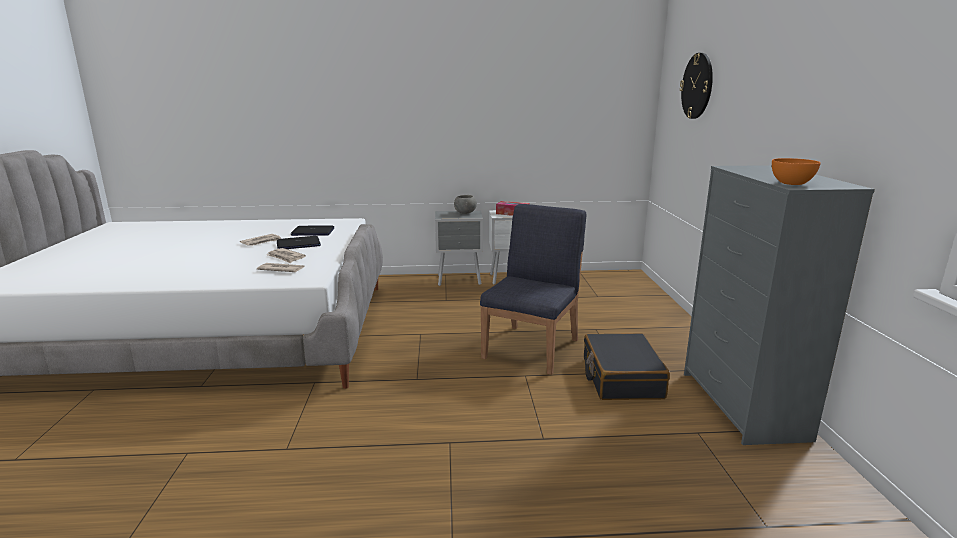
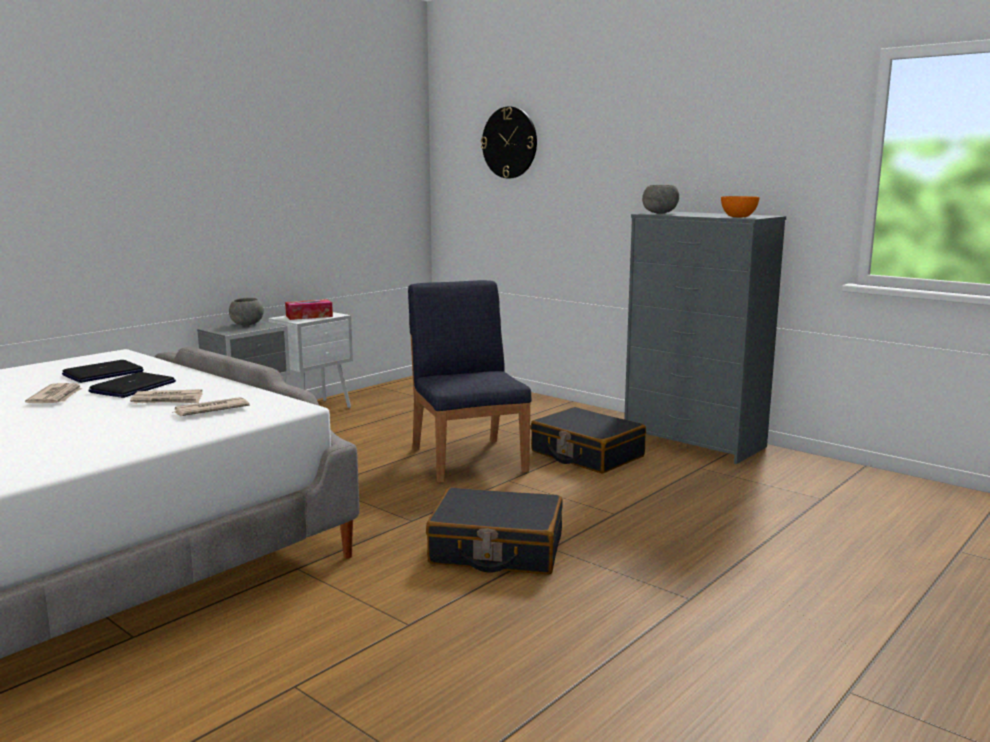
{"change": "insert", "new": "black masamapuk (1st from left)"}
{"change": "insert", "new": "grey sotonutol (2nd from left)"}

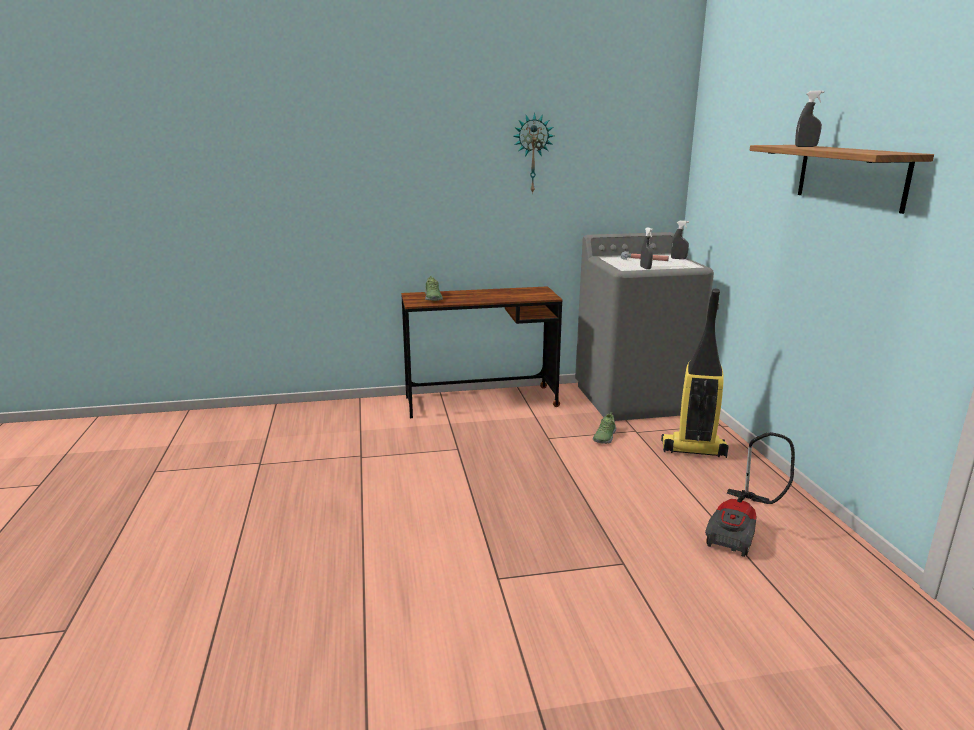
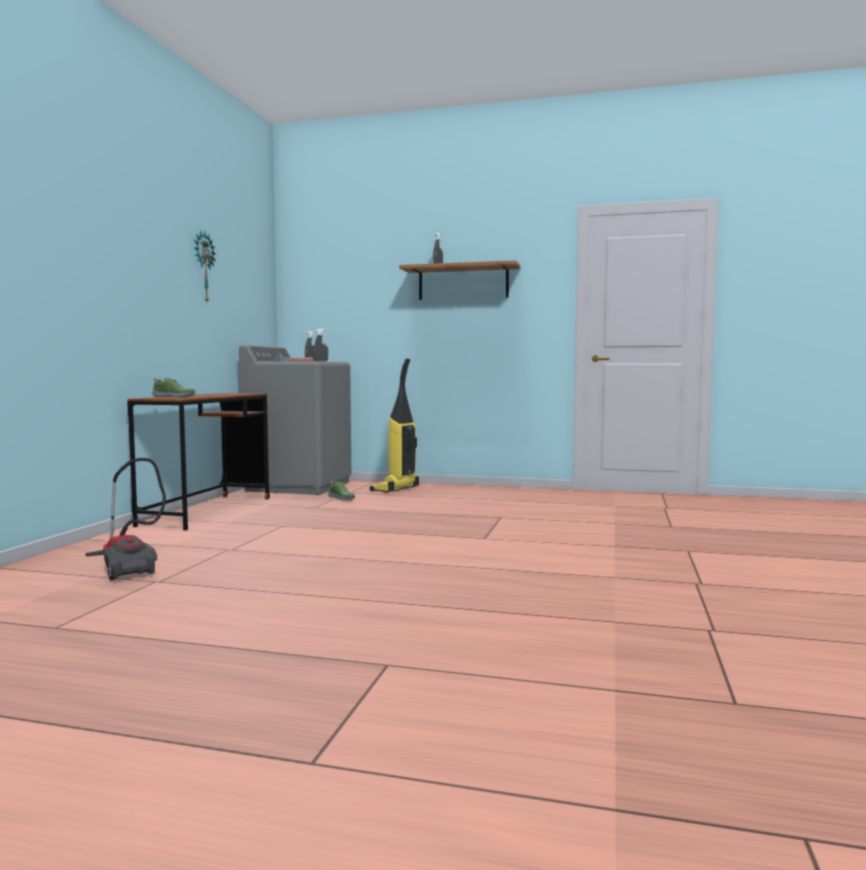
{"change": "move", "old": "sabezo (2nd from left in the first image)", "new": "sabezo (1st from left)"}

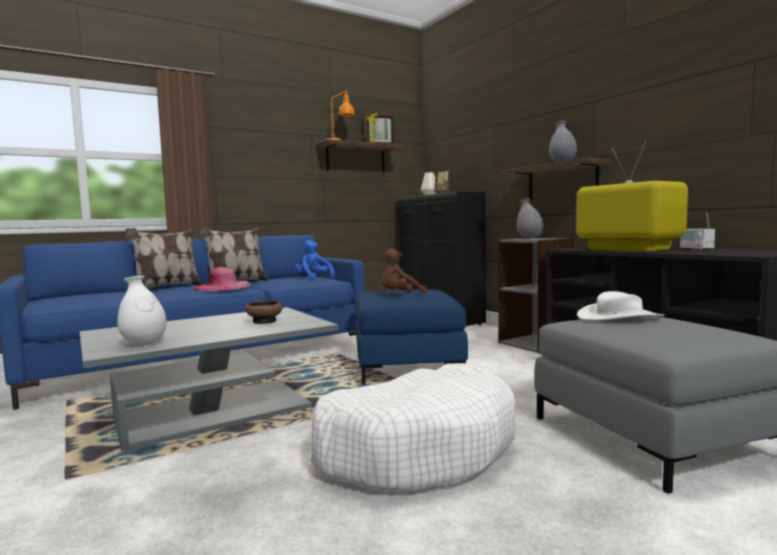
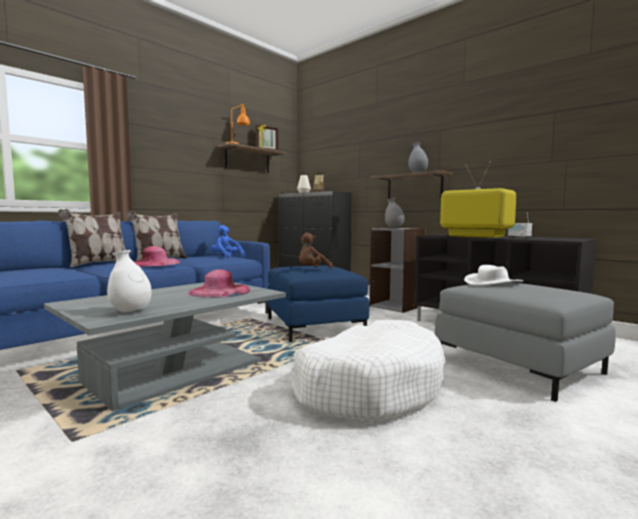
{"change": "replace", "old": "sotonutol", "new": "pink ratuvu (2nd from left)"}

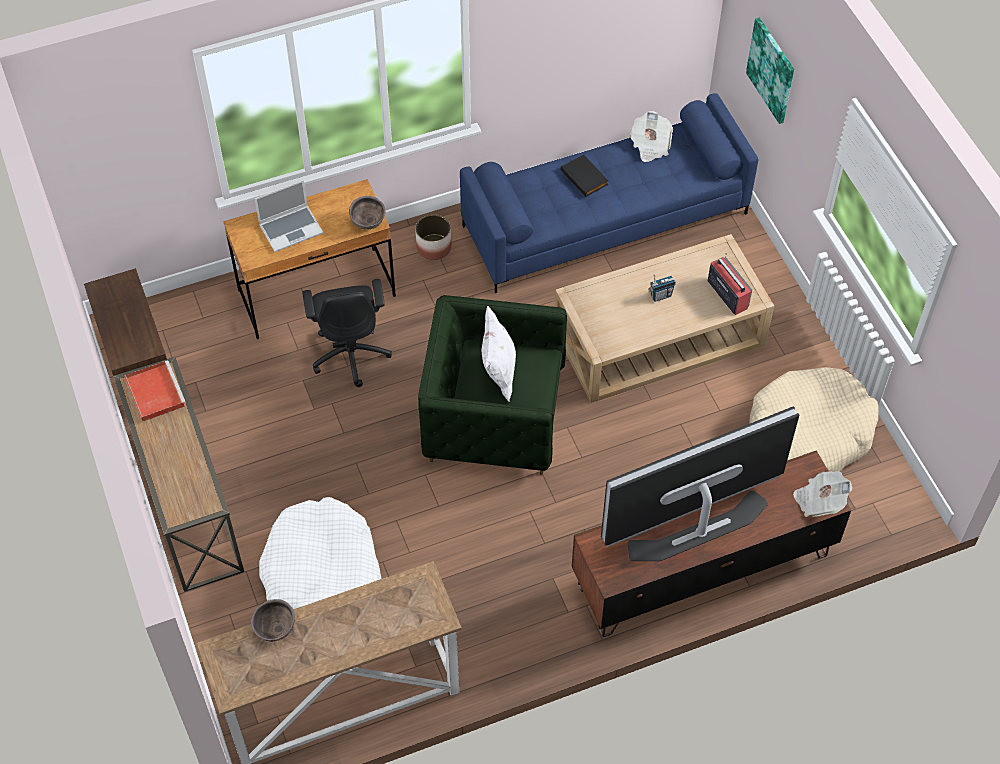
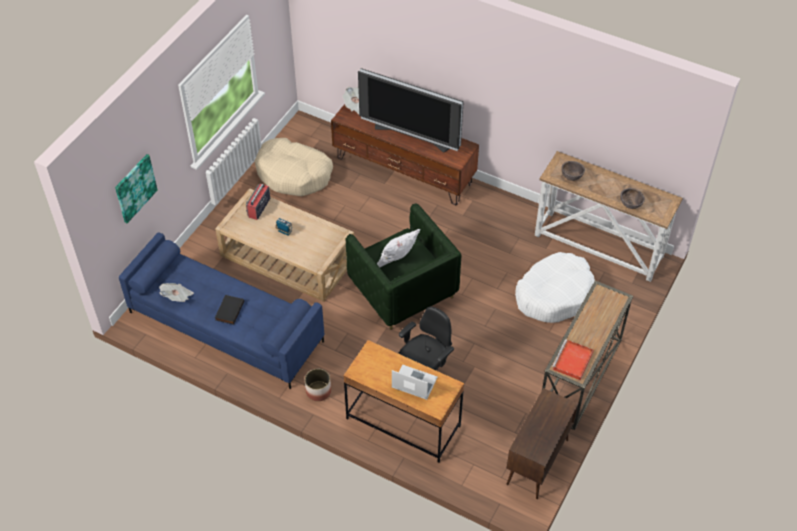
{"change": "move", "old": "brown sotonutol (2nd from left in the first image)", "new": "brown sotonutol (1st from left)"}

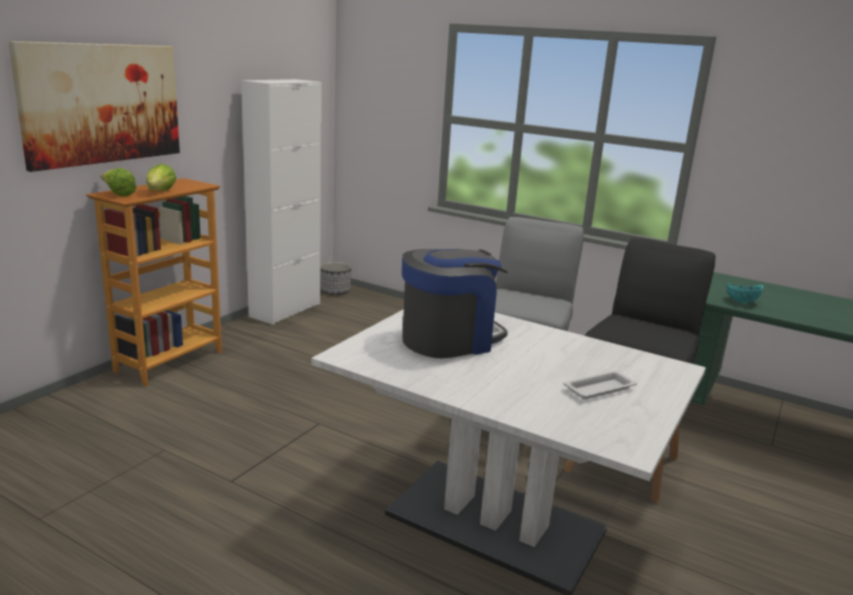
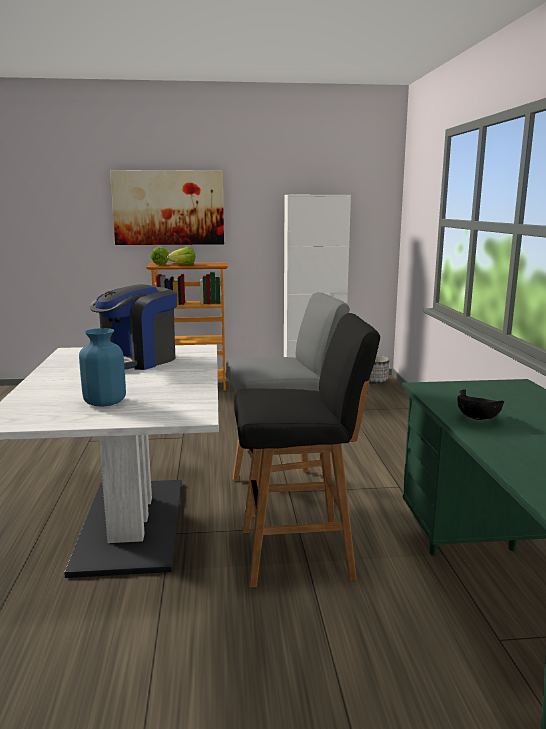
{"change": "replace", "old": "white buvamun", "new": "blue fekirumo"}
{"change": "rotate", "old": "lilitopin", "degrees": 105}
{"change": "recolor", "old": "turquoise sotonutol", "new": "black sotonutol"}

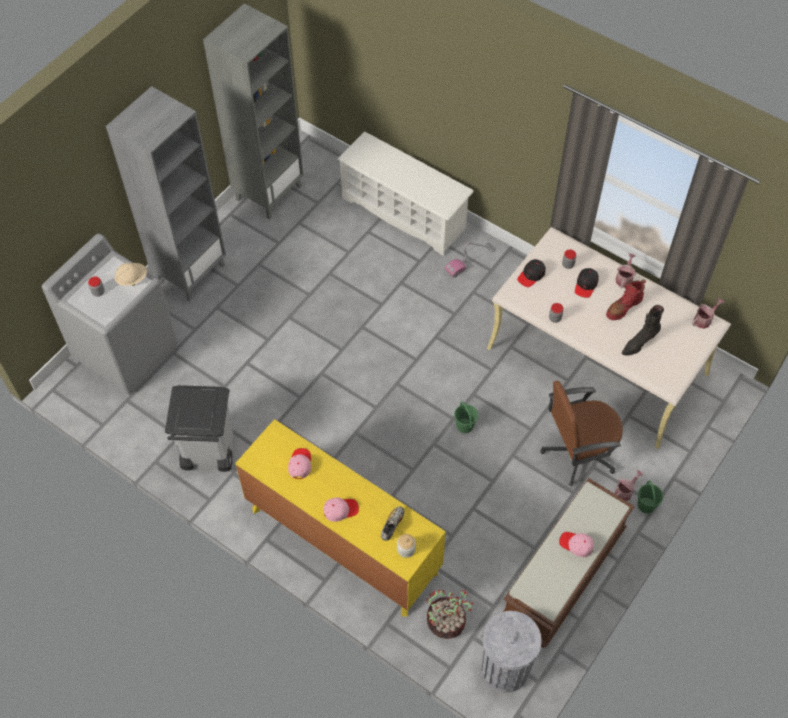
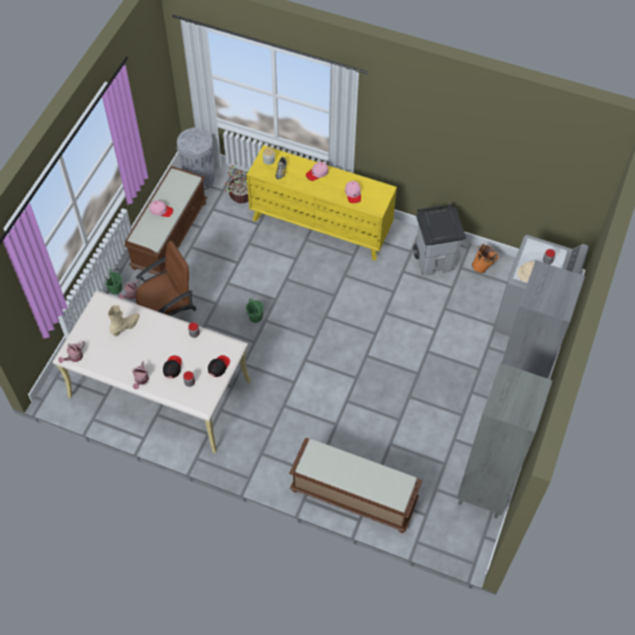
{"change": "recolor", "old": "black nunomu", "new": "beige nunomu"}
{"change": "replace", "old": "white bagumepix", "new": "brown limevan (2nd from left)"}
{"change": "insert", "new": "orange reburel"}
{"change": "delete", "old": "sabezo"}
{"change": "delete", "old": "red nunomu"}

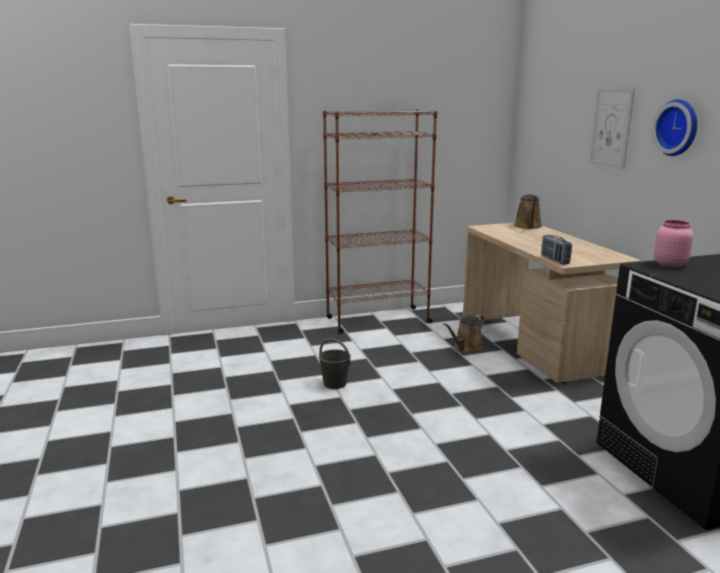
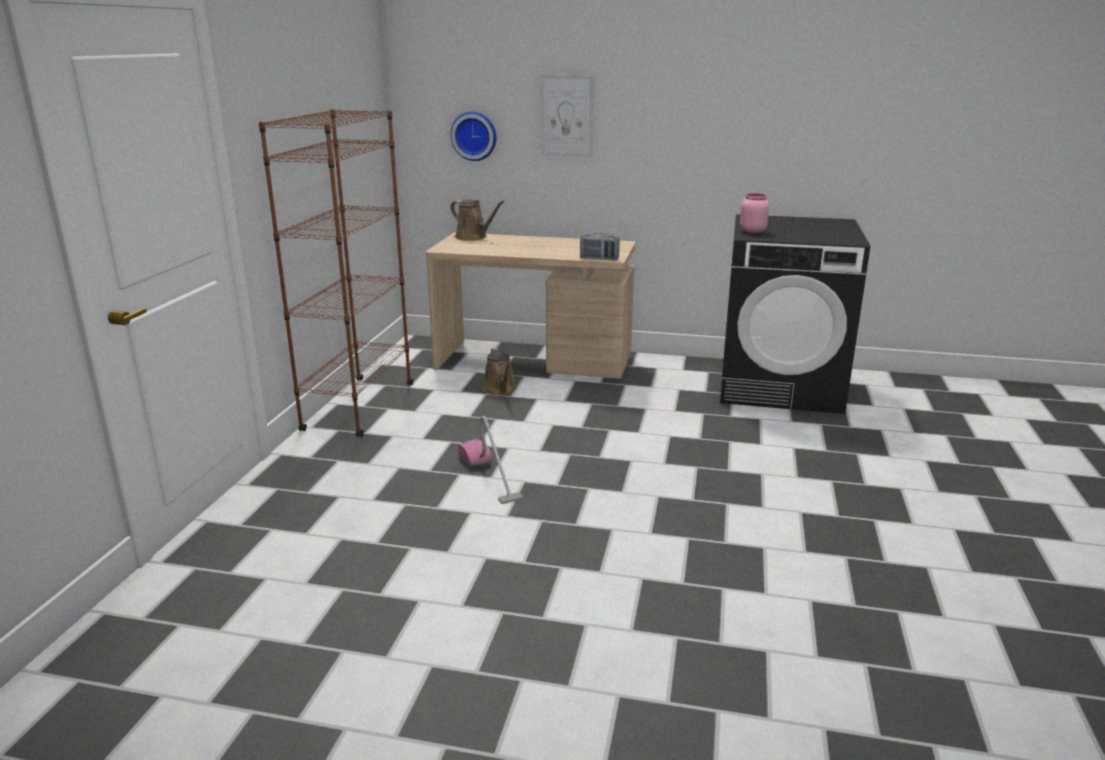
{"change": "move", "old": "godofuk"}
{"change": "replace", "old": "grey reburel", "new": "sabezo"}

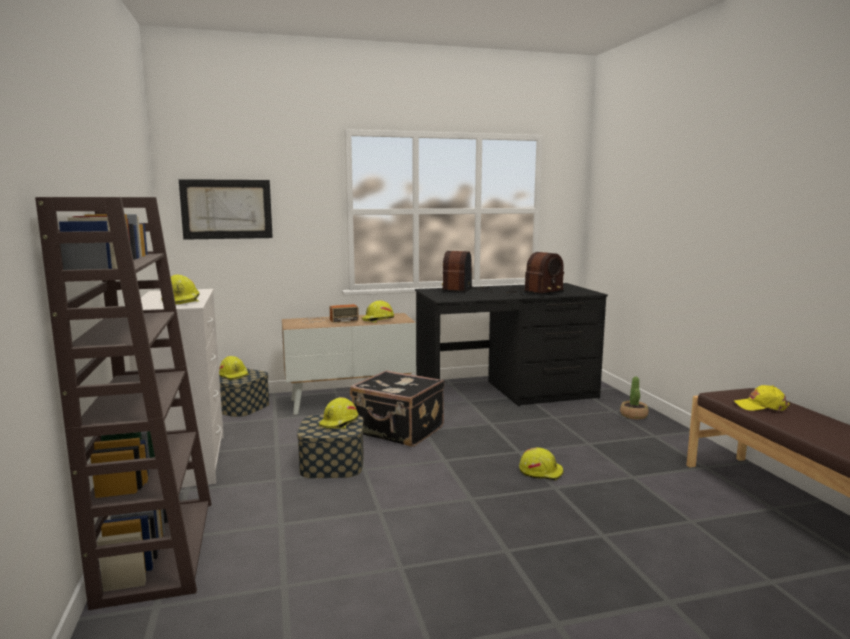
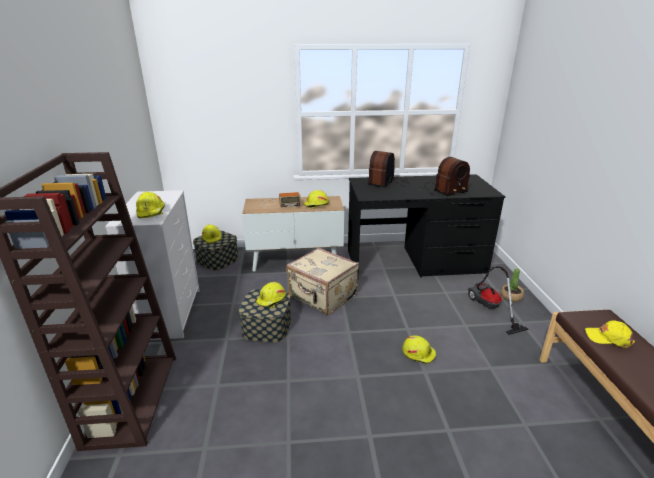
{"change": "recolor", "old": "black masamapuk", "new": "beige masamapuk"}
{"change": "insert", "new": "sabezo"}
{"change": "delete", "old": "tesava"}

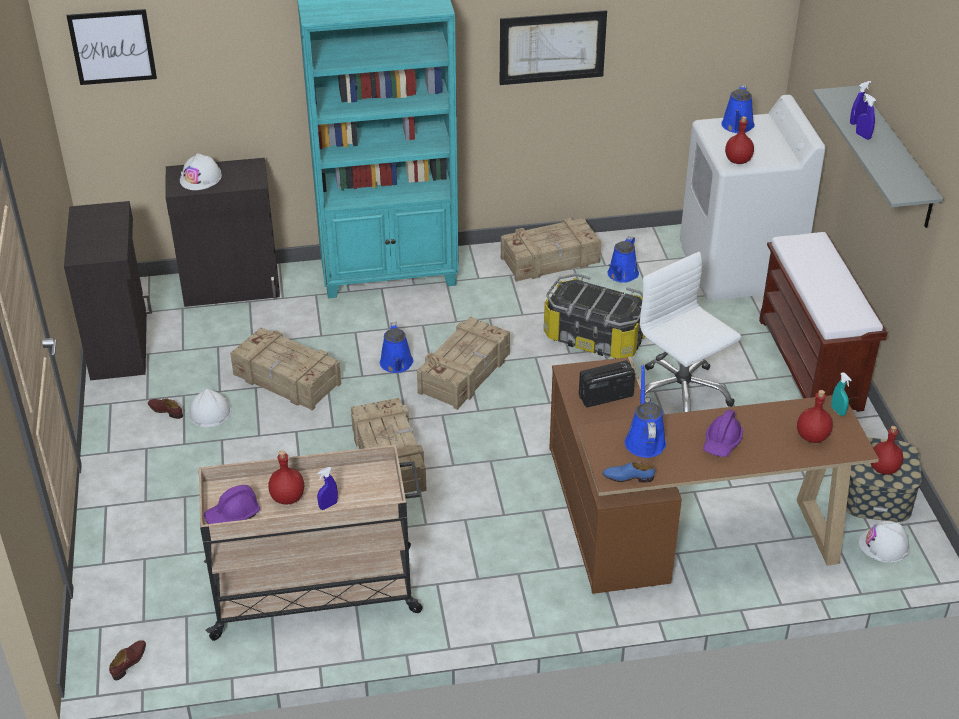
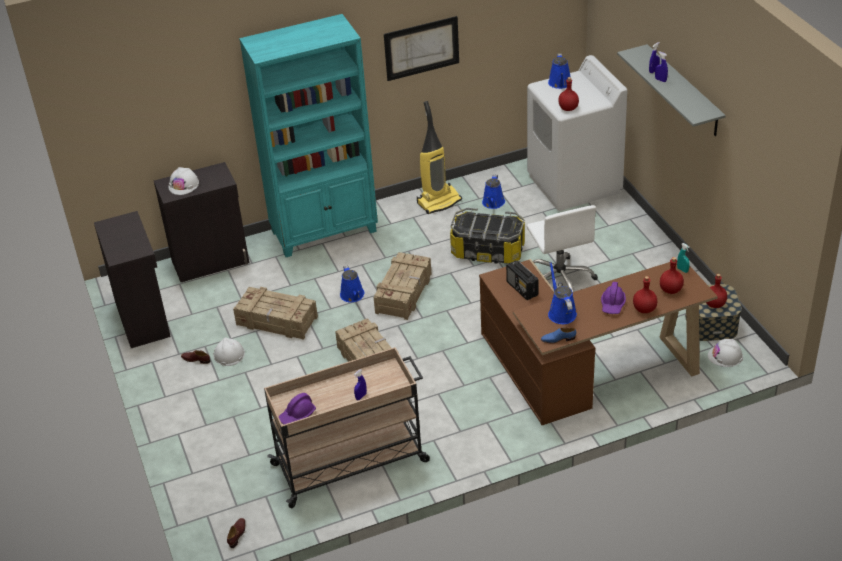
{"change": "replace", "old": "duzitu (4th from left)", "new": "sabezo"}
{"change": "rotate", "old": "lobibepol", "degrees": -90}
{"change": "rotate", "old": "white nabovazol", "degrees": -150}
{"change": "move", "old": "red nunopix (1st from left in the first image)", "new": "red nunopix (2nd from left)"}
{"change": "delete", "old": "tesava (1st from left)"}
{"change": "delete", "old": "brown limevan"}

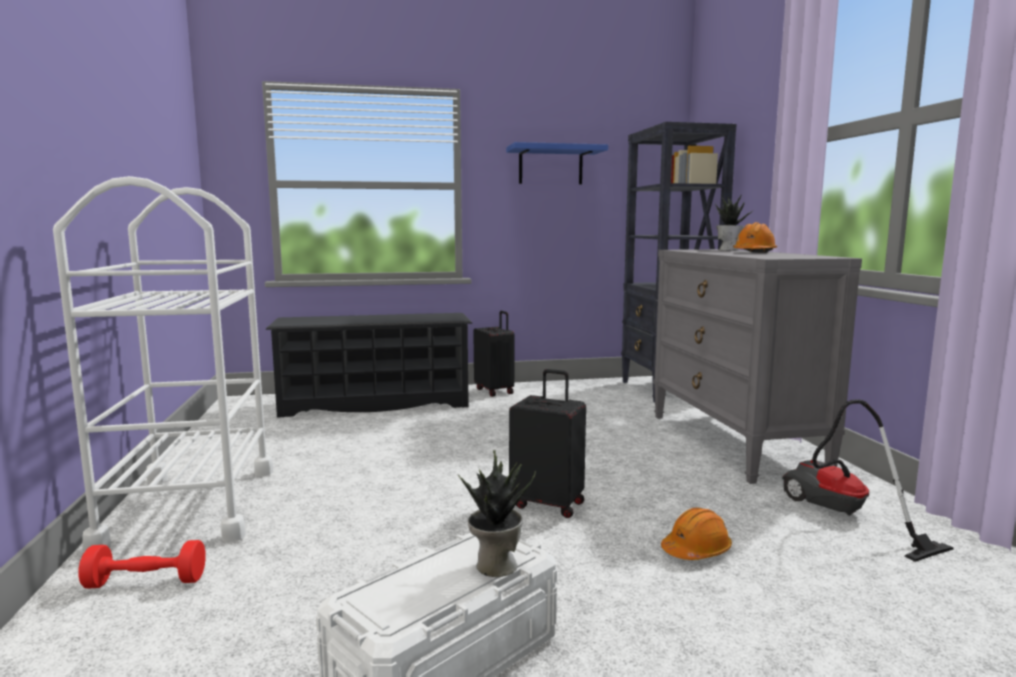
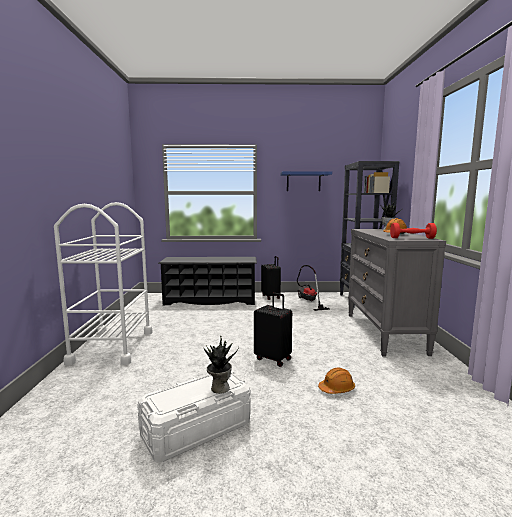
{"change": "move", "old": "sabezo"}
{"change": "move", "old": "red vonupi"}

